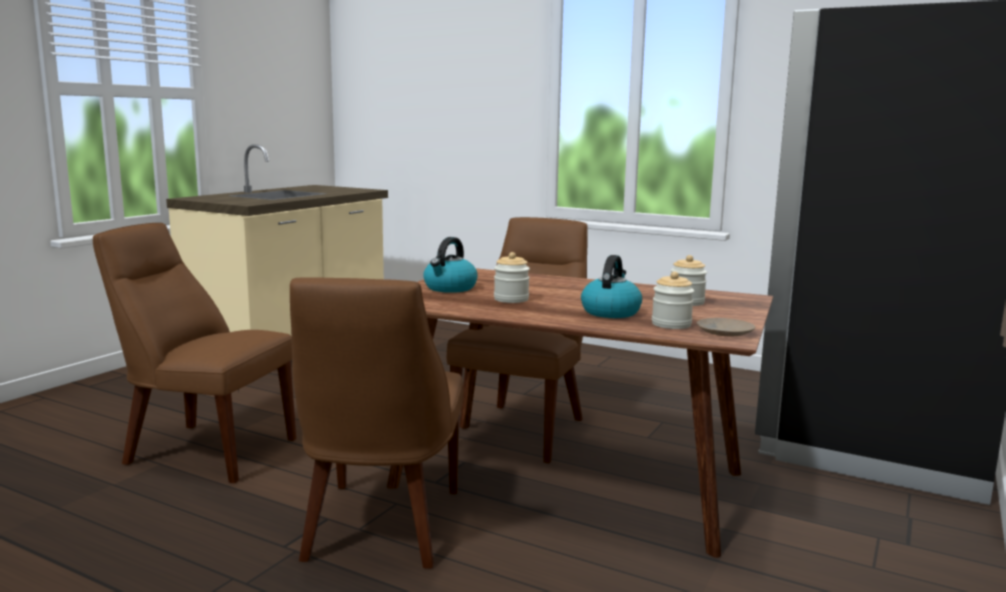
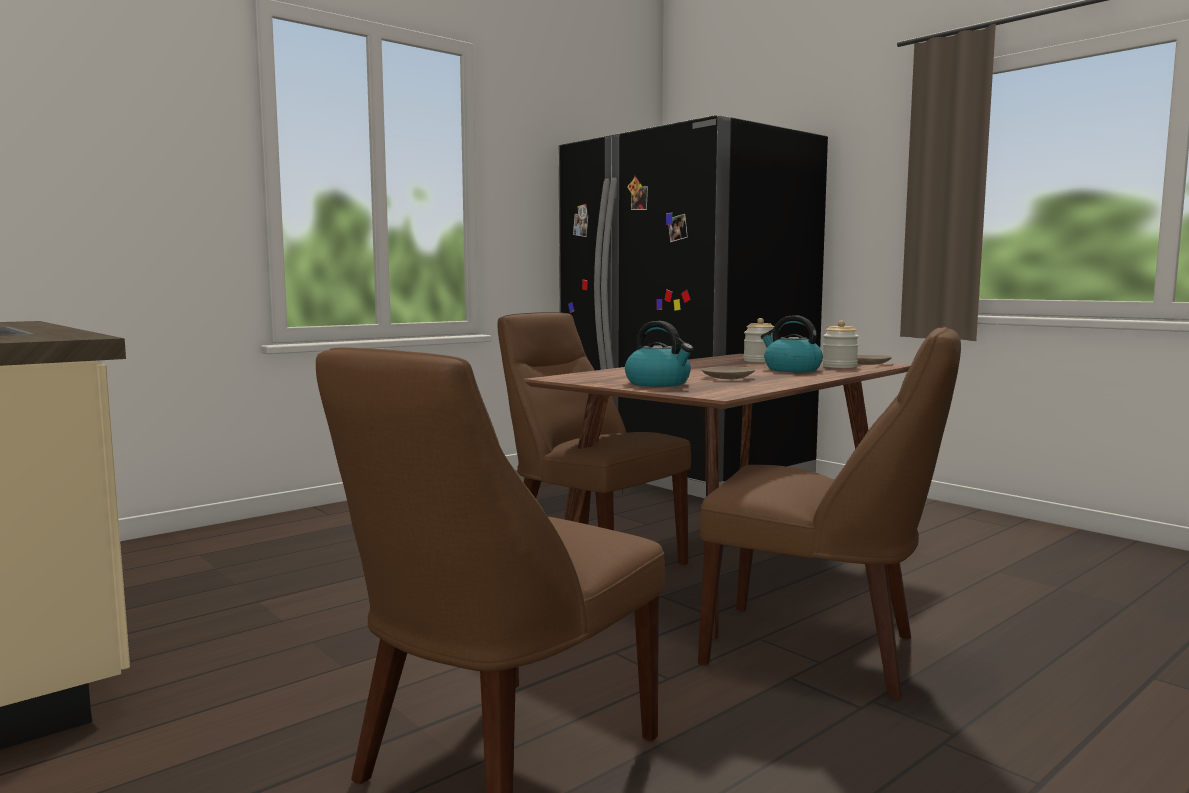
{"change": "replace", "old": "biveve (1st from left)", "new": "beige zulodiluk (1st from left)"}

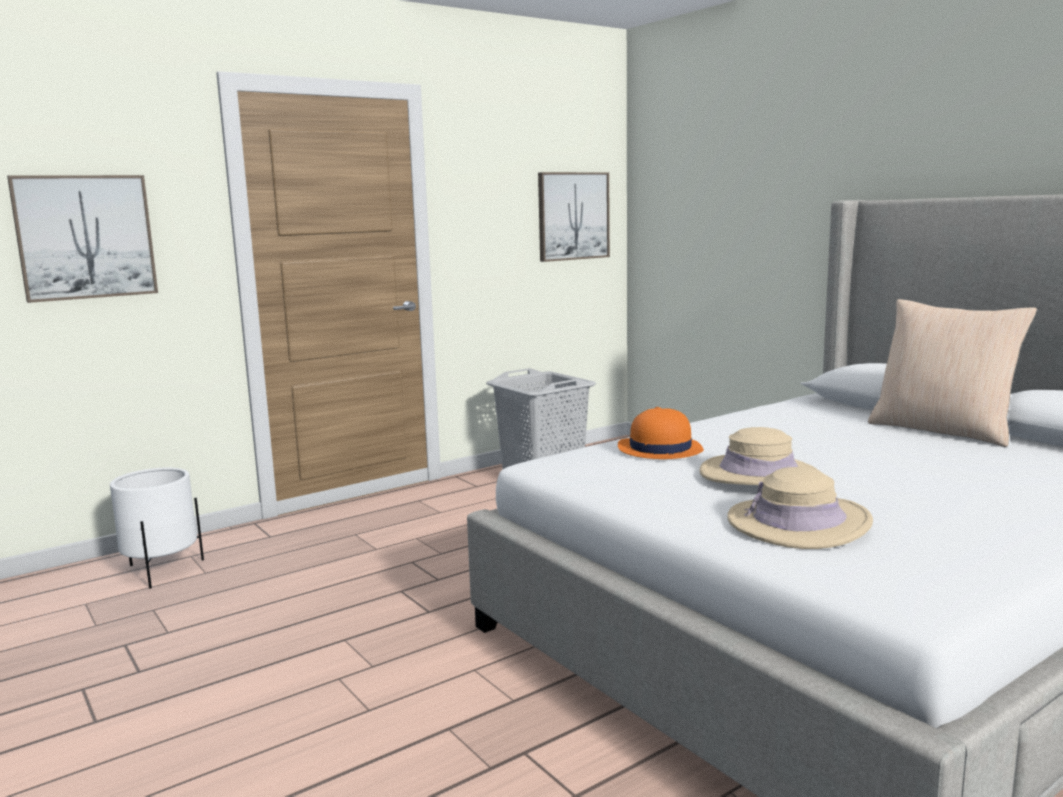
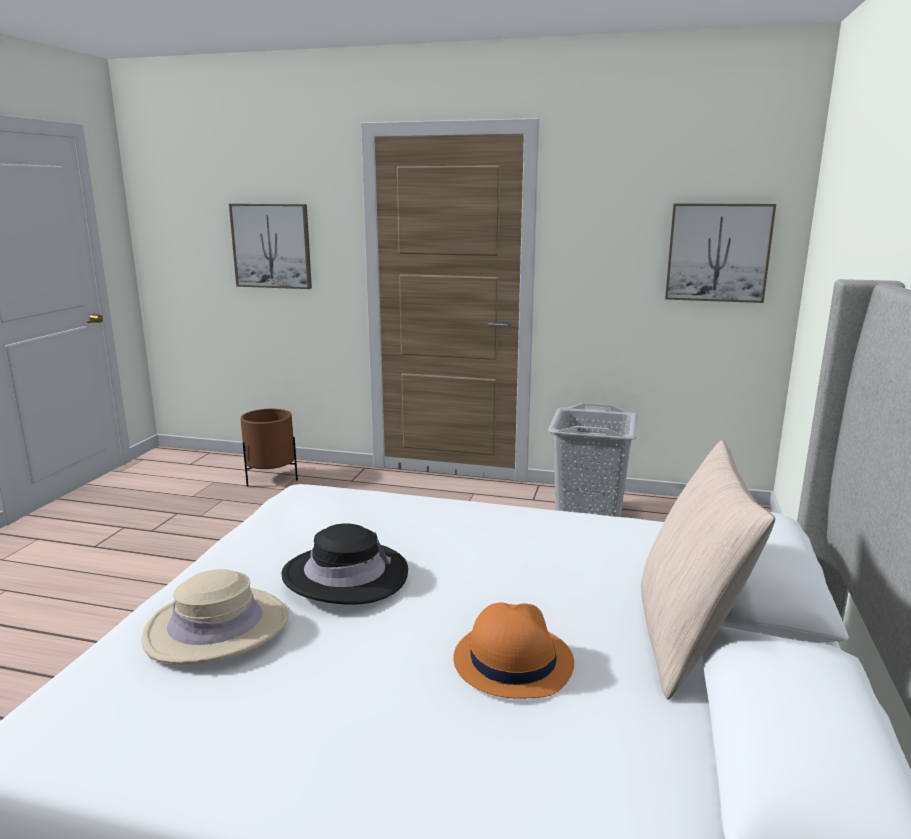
{"change": "recolor", "old": "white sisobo", "new": "brown sisobo"}
{"change": "recolor", "old": "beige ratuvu (1st from left)", "new": "black ratuvu"}
{"change": "move", "old": "orange ratuvu"}

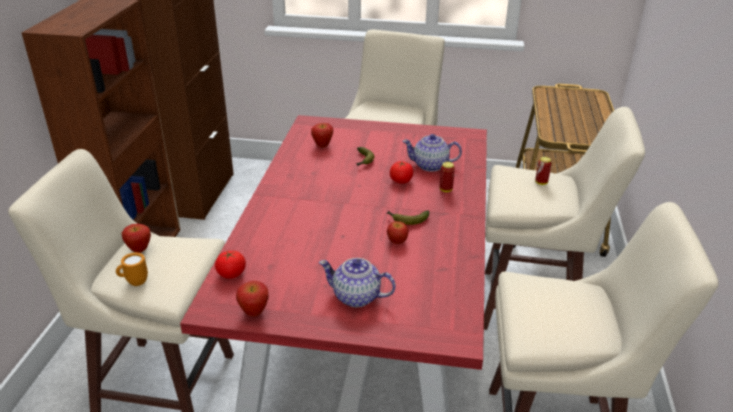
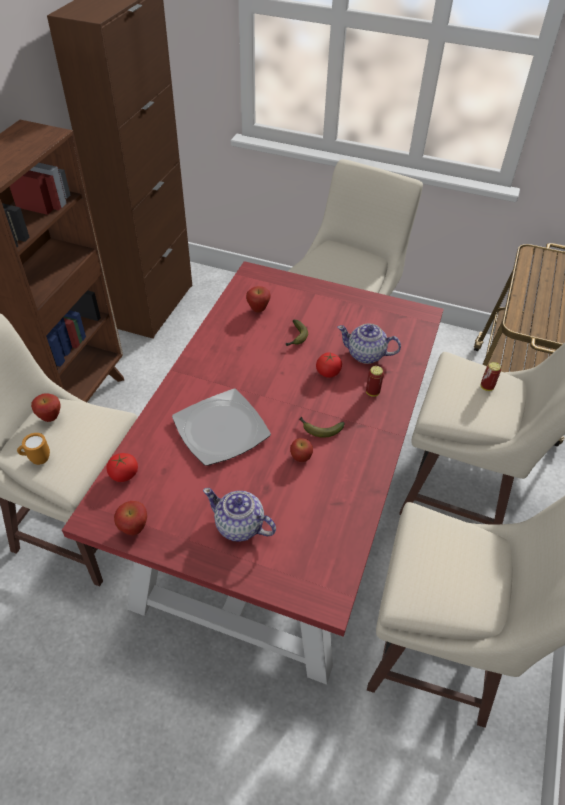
{"change": "insert", "new": "zulodiluk"}

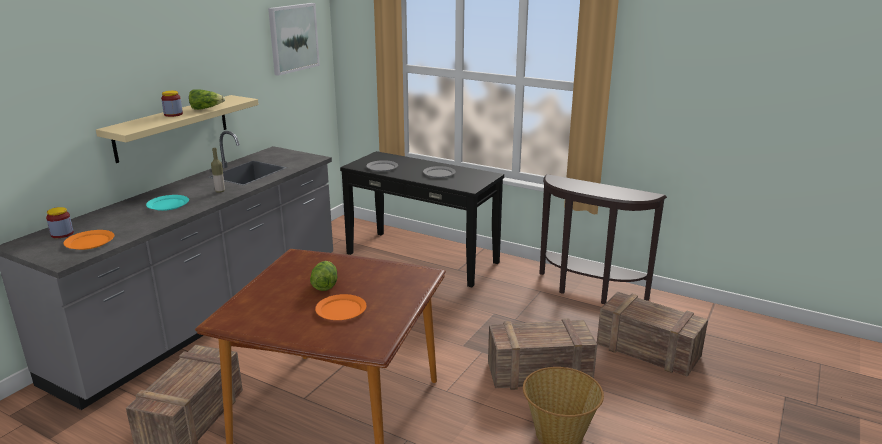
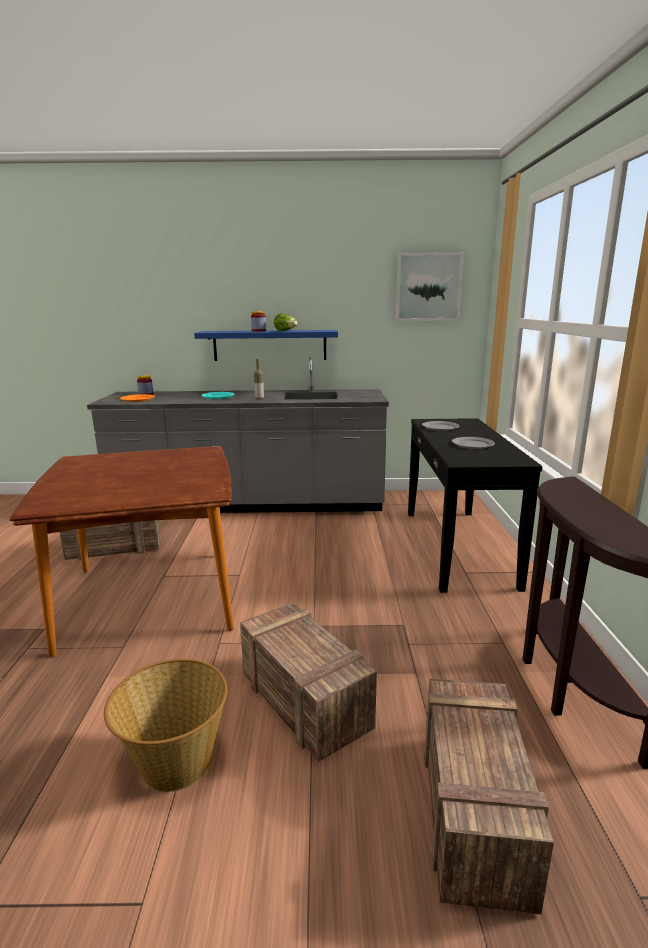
{"change": "recolor", "old": "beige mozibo", "new": "blue mozibo"}
{"change": "delete", "old": "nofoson (2nd from left)"}
{"change": "delete", "old": "orange zulodiluk (2nd from left)"}

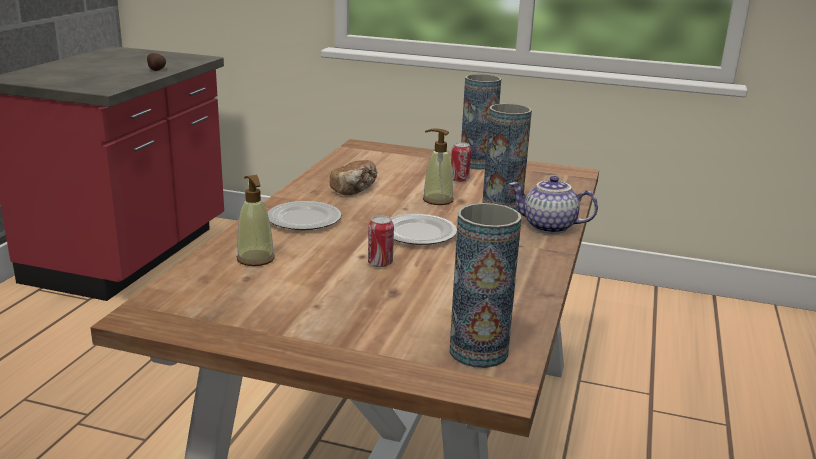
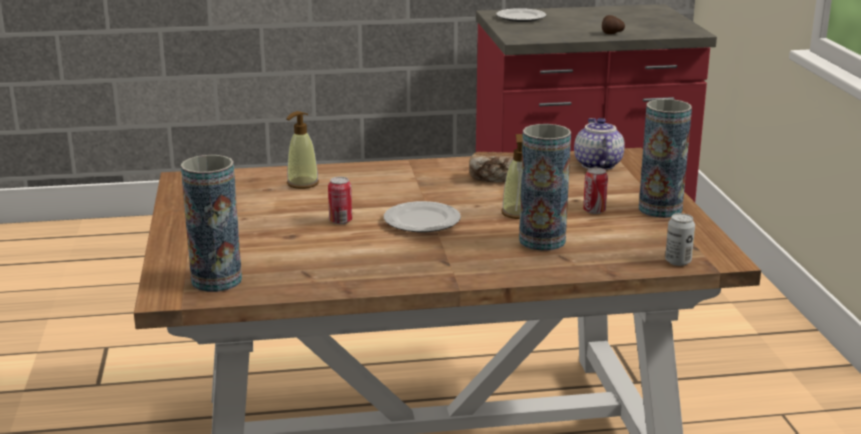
{"change": "move", "old": "zulodiluk (1st from left in the first image)", "new": "zulodiluk (2nd from left)"}
{"change": "move", "old": "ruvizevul"}
{"change": "insert", "new": "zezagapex (3rd from left)"}

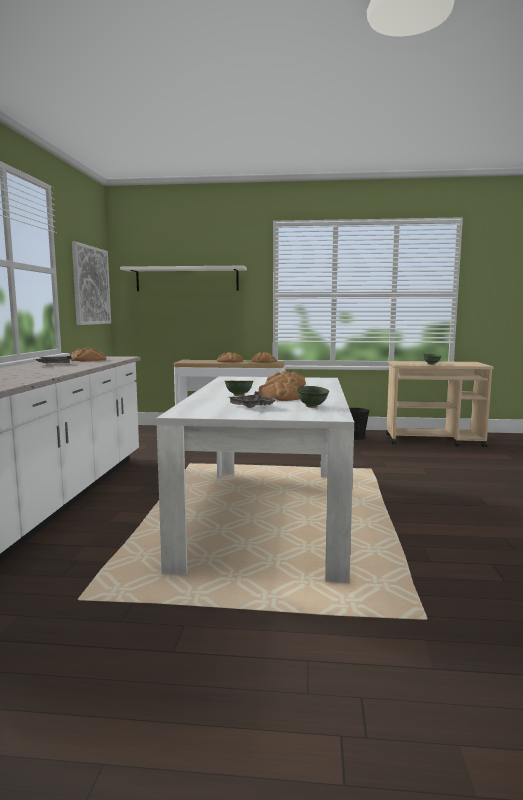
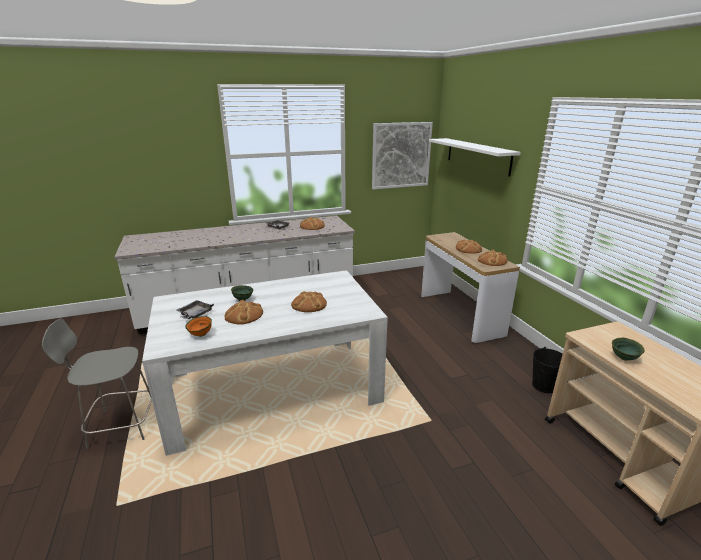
{"change": "insert", "new": "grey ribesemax"}
{"change": "recolor", "old": "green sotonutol (2nd from left)", "new": "orange sotonutol"}

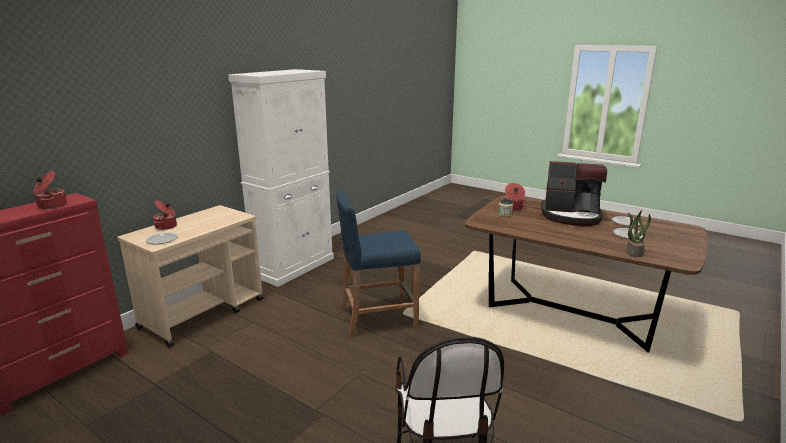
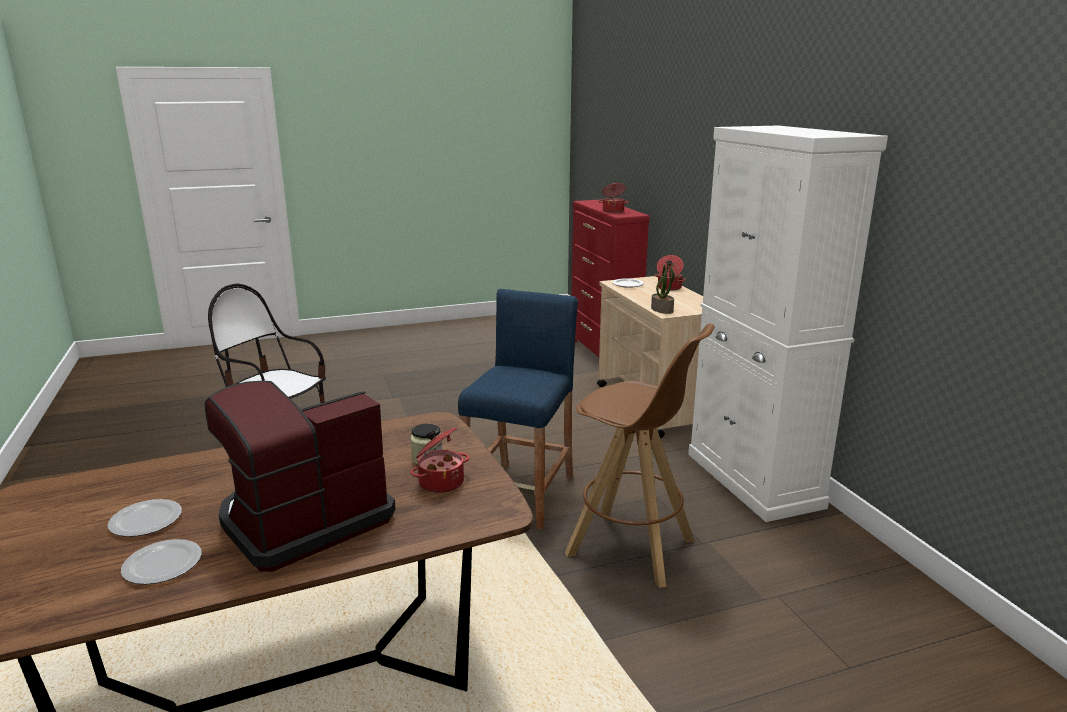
{"change": "insert", "new": "brown ribesemax"}
{"change": "move", "old": "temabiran"}

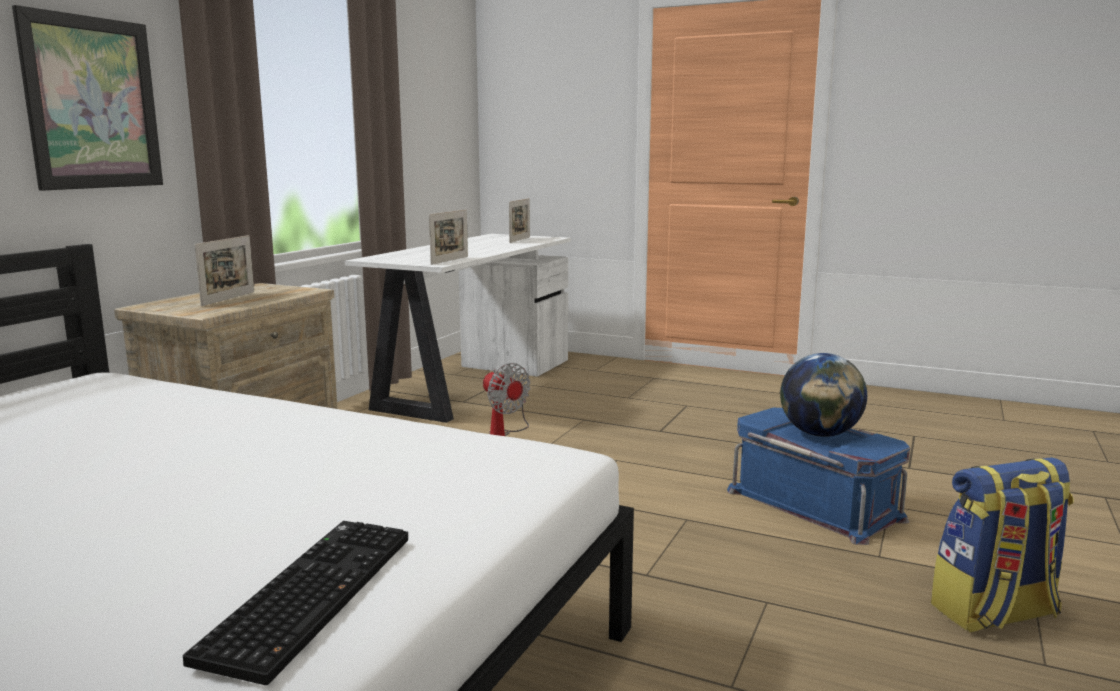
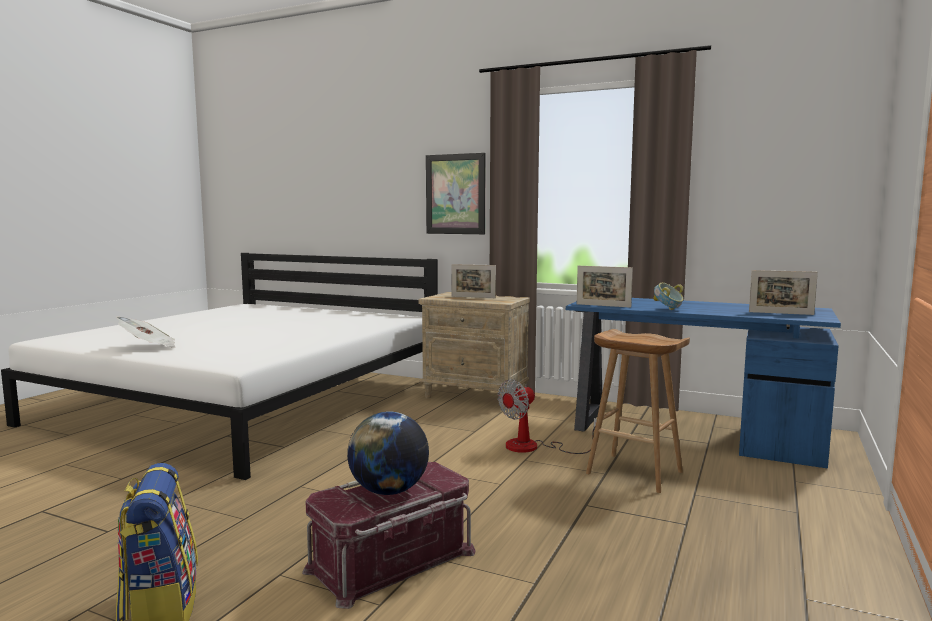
{"change": "replace", "old": "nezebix", "new": "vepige"}
{"change": "recolor", "old": "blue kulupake", "new": "red kulupake"}
{"change": "recolor", "old": "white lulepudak", "new": "blue lulepudak"}
{"change": "insert", "new": "brown ribesemax"}
{"change": "insert", "new": "sotonutol"}

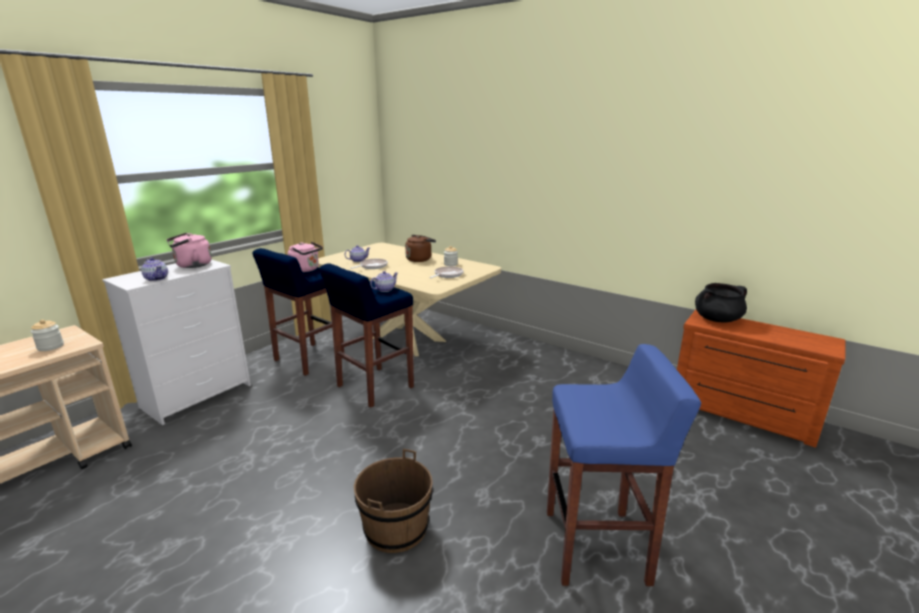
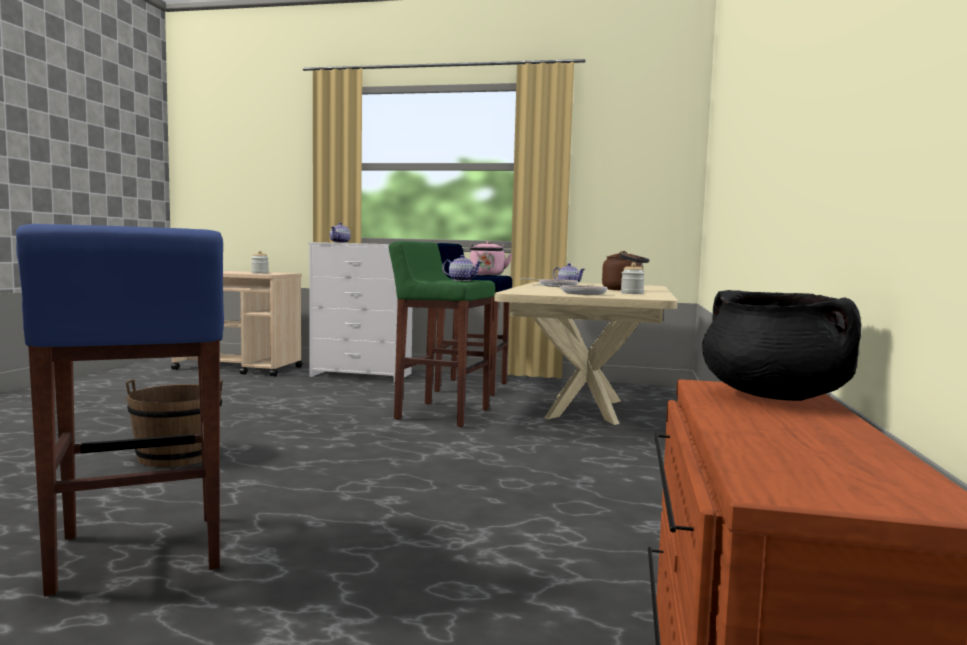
{"change": "recolor", "old": "blue ribesemax (2nd from left)", "new": "green ribesemax"}
{"change": "delete", "old": "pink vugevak (1st from left)"}

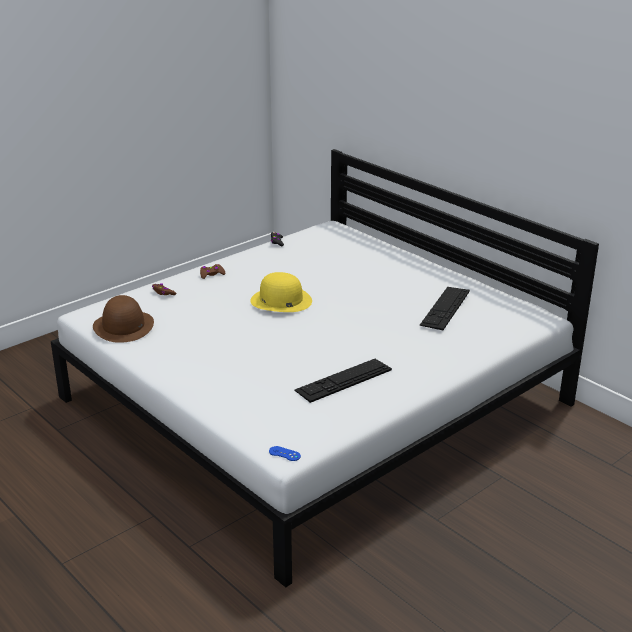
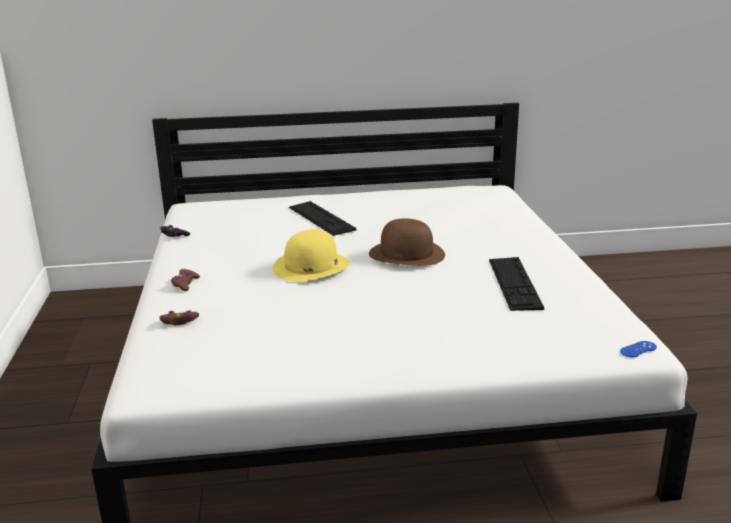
{"change": "move", "old": "nezebix (2nd from left in the first image)", "new": "nezebix (1st from left)"}
{"change": "move", "old": "brown ratuvu"}

